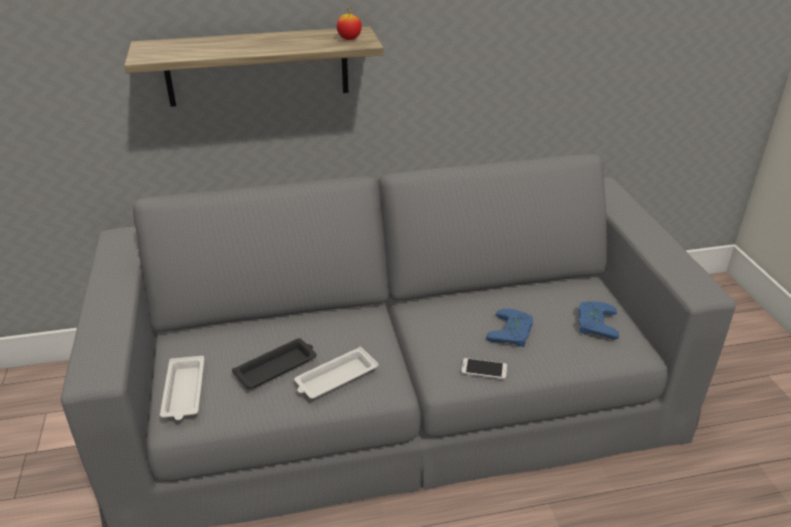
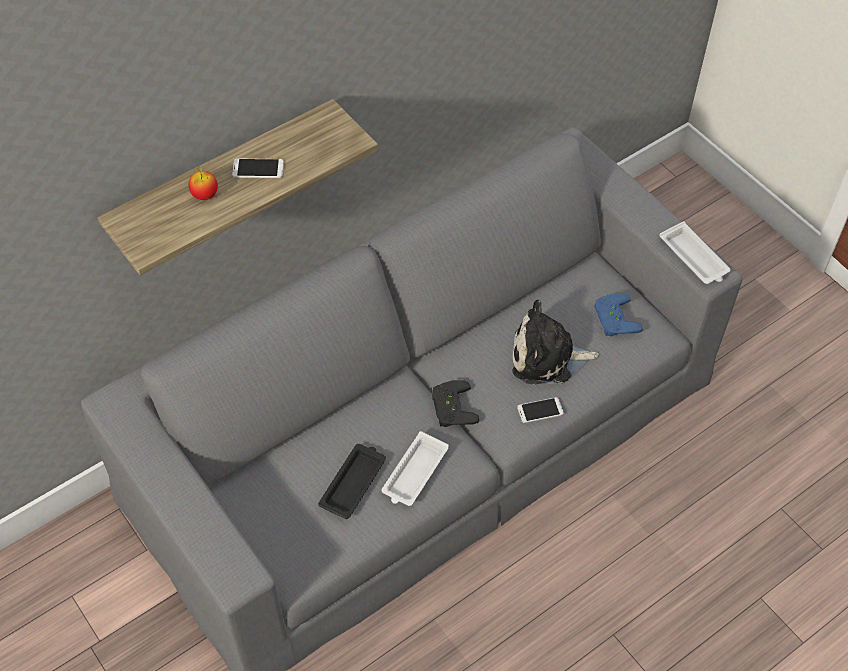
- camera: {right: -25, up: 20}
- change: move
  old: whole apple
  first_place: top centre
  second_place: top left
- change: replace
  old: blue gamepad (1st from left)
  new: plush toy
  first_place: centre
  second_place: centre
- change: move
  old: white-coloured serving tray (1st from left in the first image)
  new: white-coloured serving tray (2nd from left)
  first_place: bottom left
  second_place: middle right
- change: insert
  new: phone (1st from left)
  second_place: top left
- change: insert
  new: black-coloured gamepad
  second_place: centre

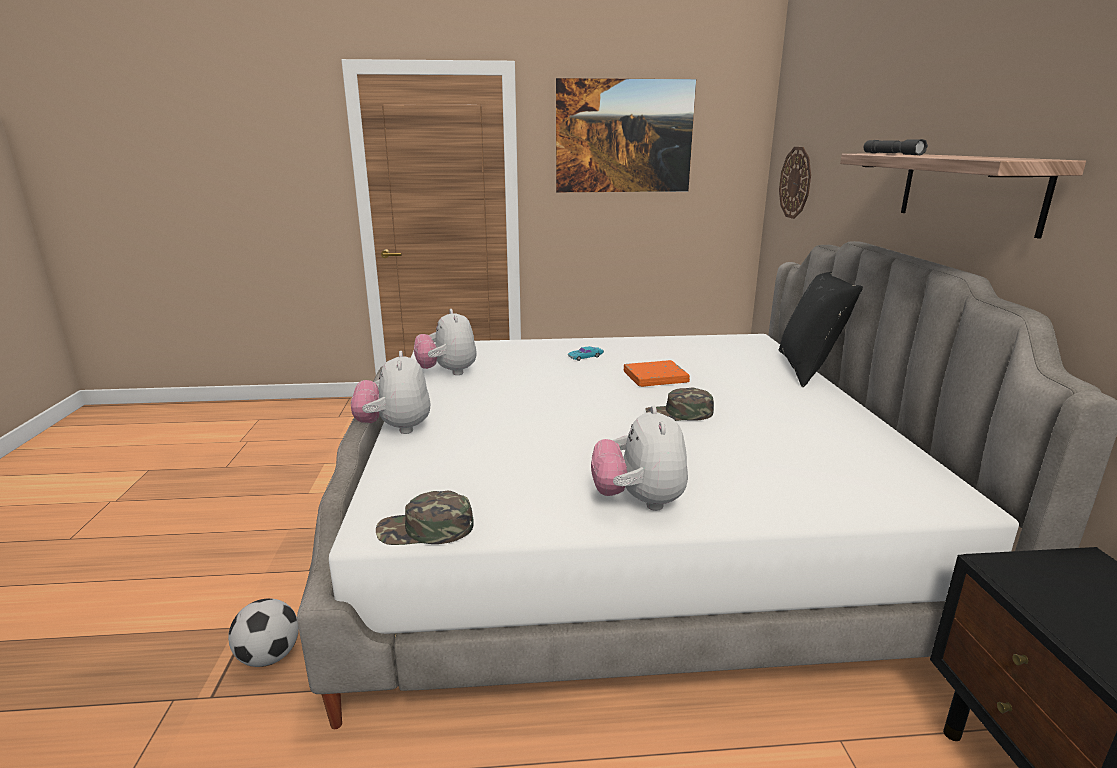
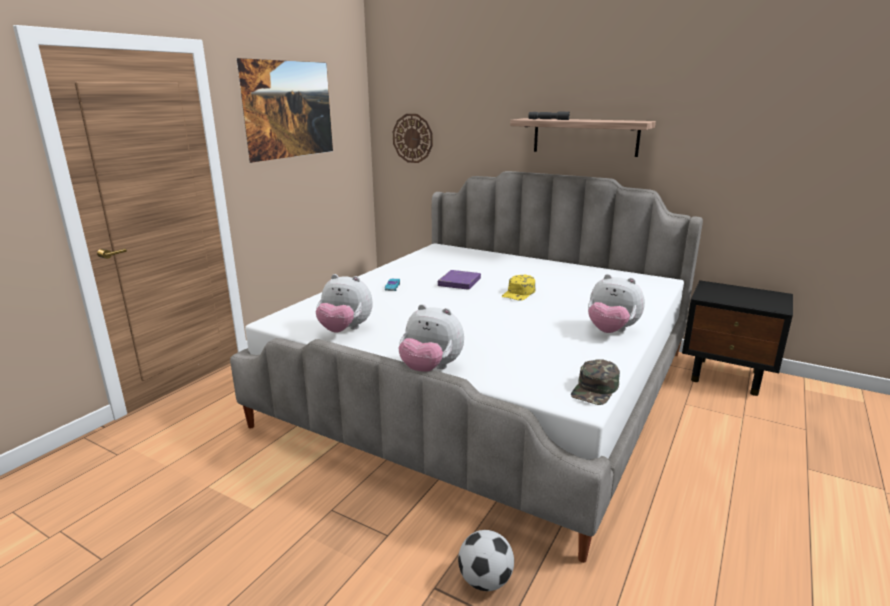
- camera: {right: -55, up: 0}
- change: delete
  old: black-coloured cushion
  first_place: middle right
- change: recolor
  old: orangey bound book
  new: purple bound book
  first_place: centre
  second_place: centre
- change: recolor
  old: greenish cap (2nd from left)
  new: yellow-coloured cap
  first_place: centre
  second_place: centre

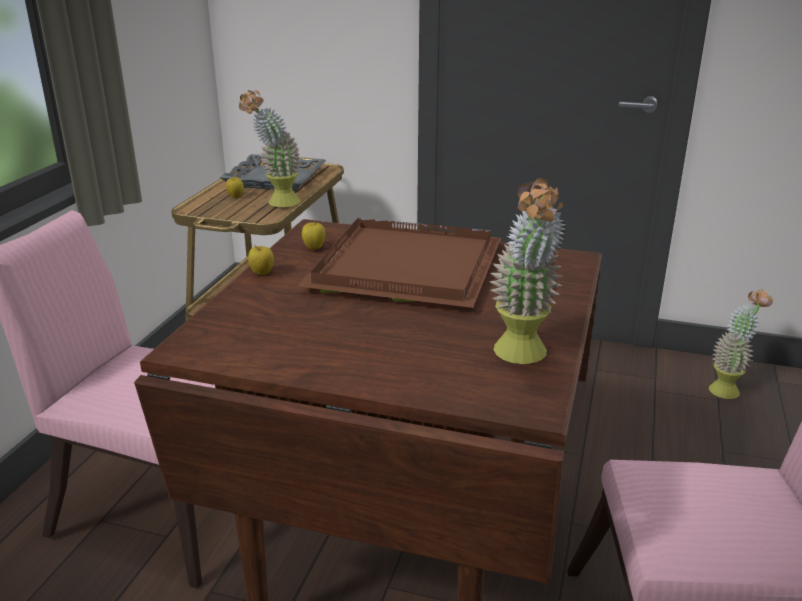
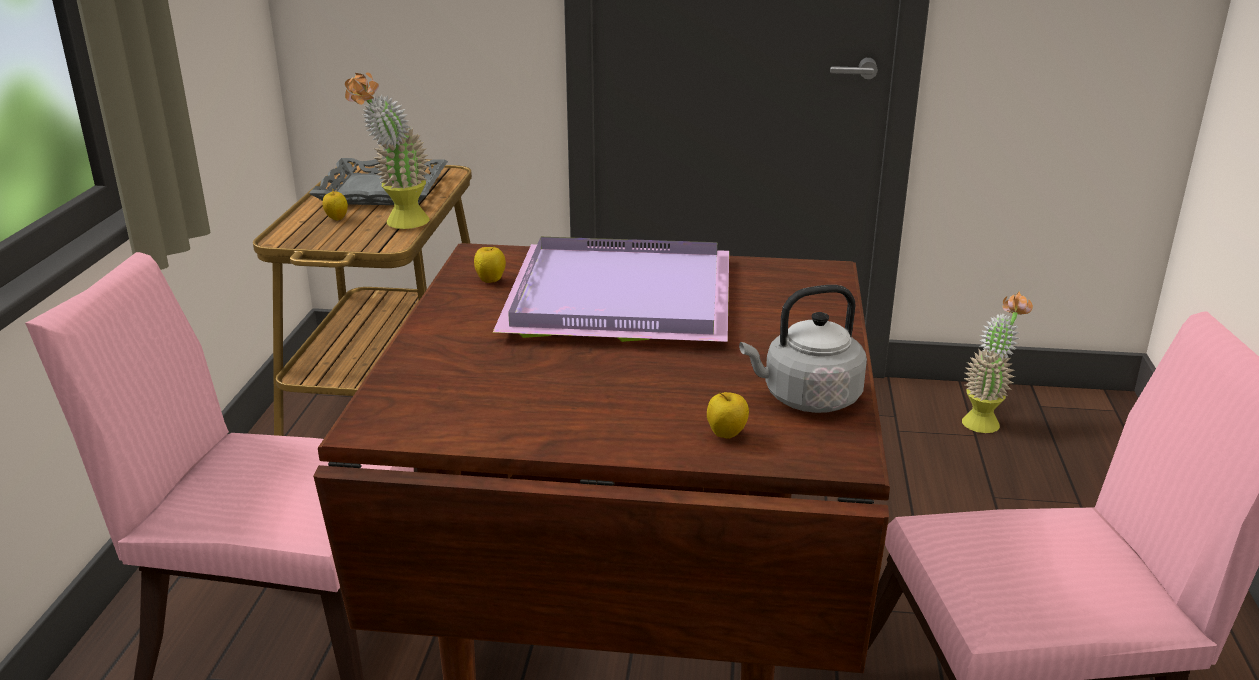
- camera: {right: -10, up: 0}
- change: replace
  old: houseplant (2nd from left)
  new: gray kettle
  first_place: centre
  second_place: centre
- change: recolor
  old: brown-coloured serving tray
  new: purple serving tray
  first_place: centre
  second_place: centre
- change: move
  old: whole apple (2nd from left in the first image)
  new: whole apple (3rd from left)
  first_place: middle left
  second_place: centre

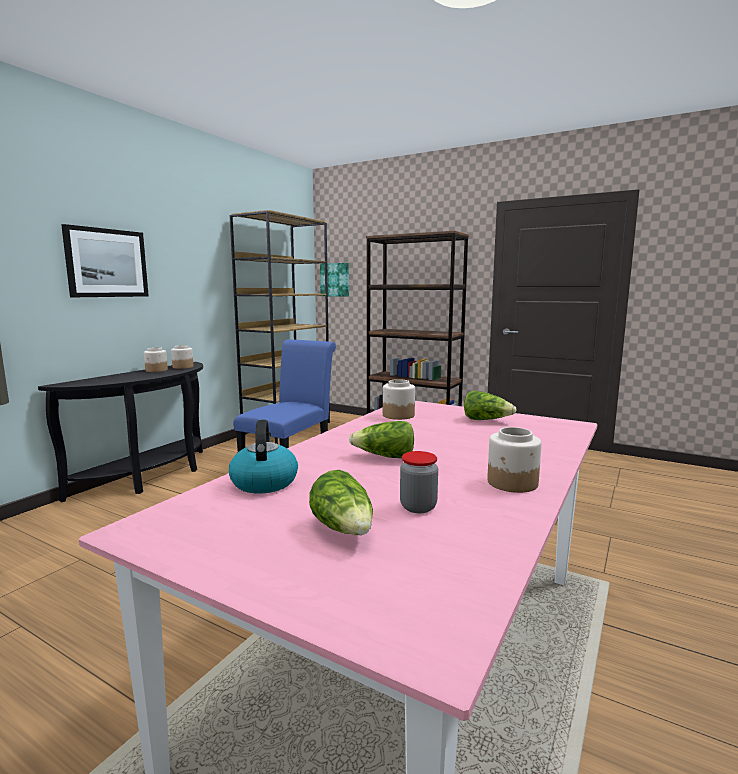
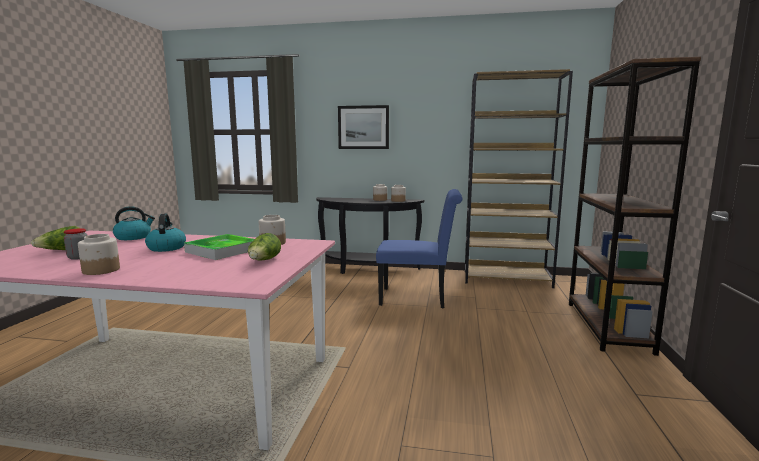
- camera: {right: 70, up: 0}
- change: delete
  old: wall picture (2nd from left)
  first_place: centre
- change: replace
  old: lettuce head (2nd from left)
  new: kettle (2nd from left)
  first_place: centre
  second_place: middle left
- change: insert
  new: serving tray
  second_place: middle left

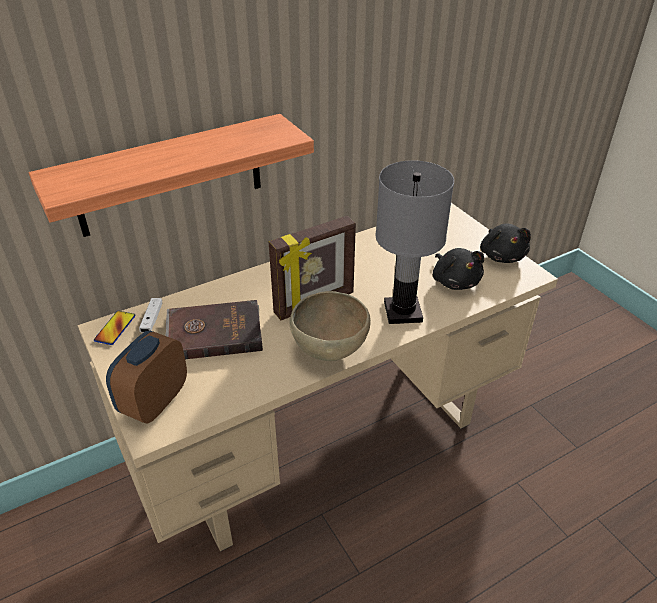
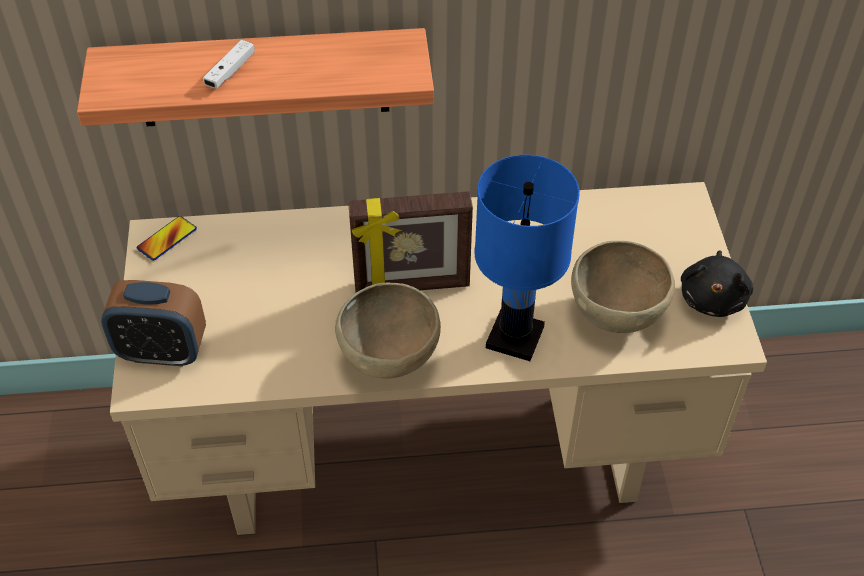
- camera: {right: 25, up: 10}
- change: recolor
  old: gray table lamp
  new: blue table lamp
  first_place: centre
  second_place: centre
- change: replace
  old: black-coloured plush toy (1st from left)
  new: brown-coloured serving bowl (2nd from left)
  first_place: middle right
  second_place: middle right
- change: move
  old: white-coloured gamepad
  first_place: middle left
  second_place: top left
- change: delete
  old: brown-coloured bound book
  first_place: middle left
- change: rotate
  old: alarm clock
  first_place: middle left
  second_place: middle left
  degrees: -135

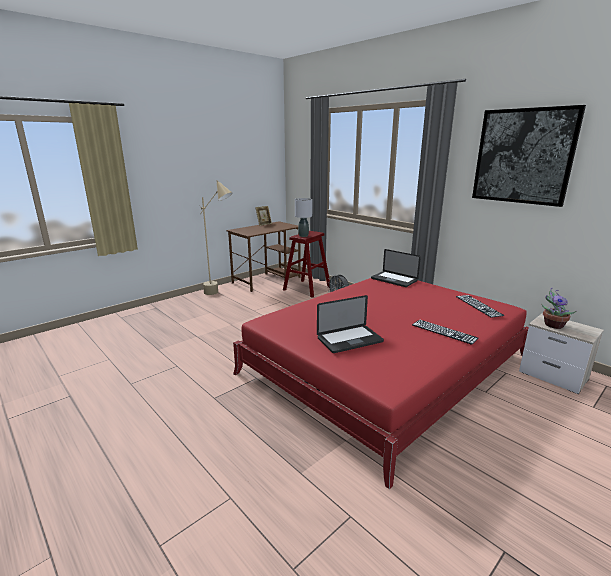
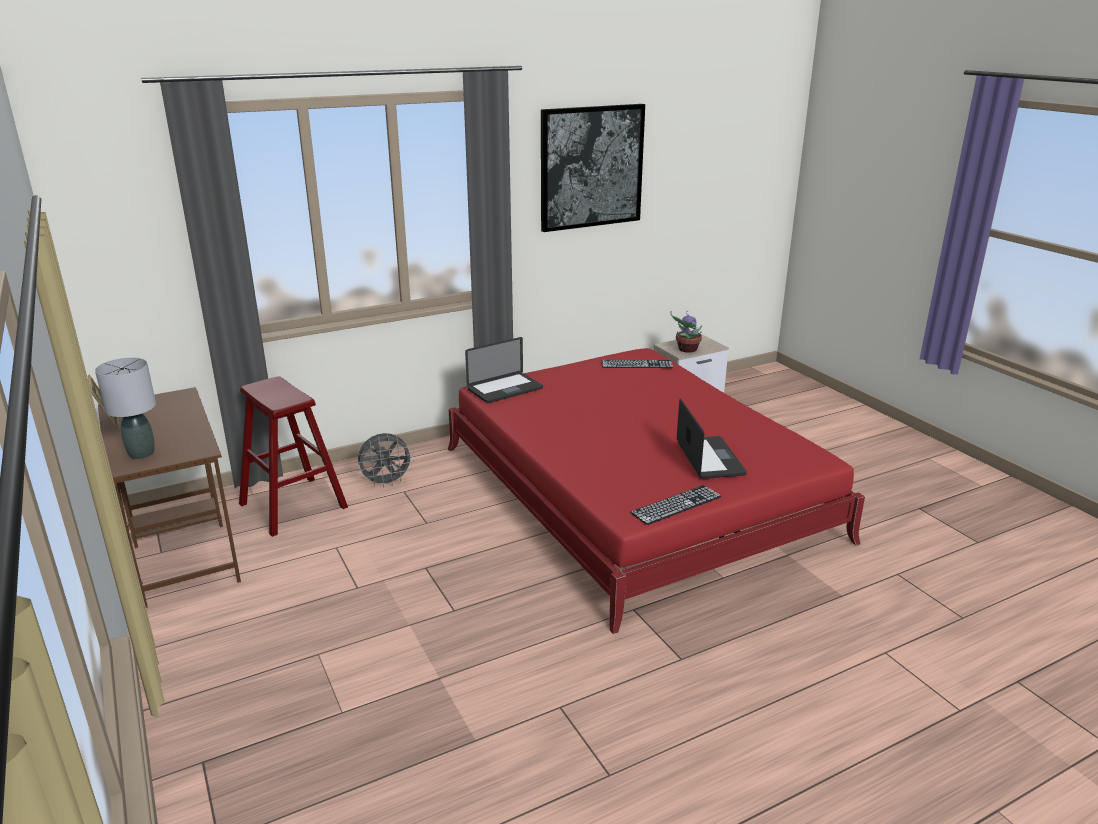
- camera: {right: -75, up: 5}
- change: delete
  old: sand-coloured standard lamp
  first_place: centre
- change: move
  old: gray table lamp
  first_place: centre
  second_place: middle left
- change: move
  old: keyboard (1st from left in the first image)
  new: keyboard (2nd from left)
  first_place: middle right
  second_place: centre

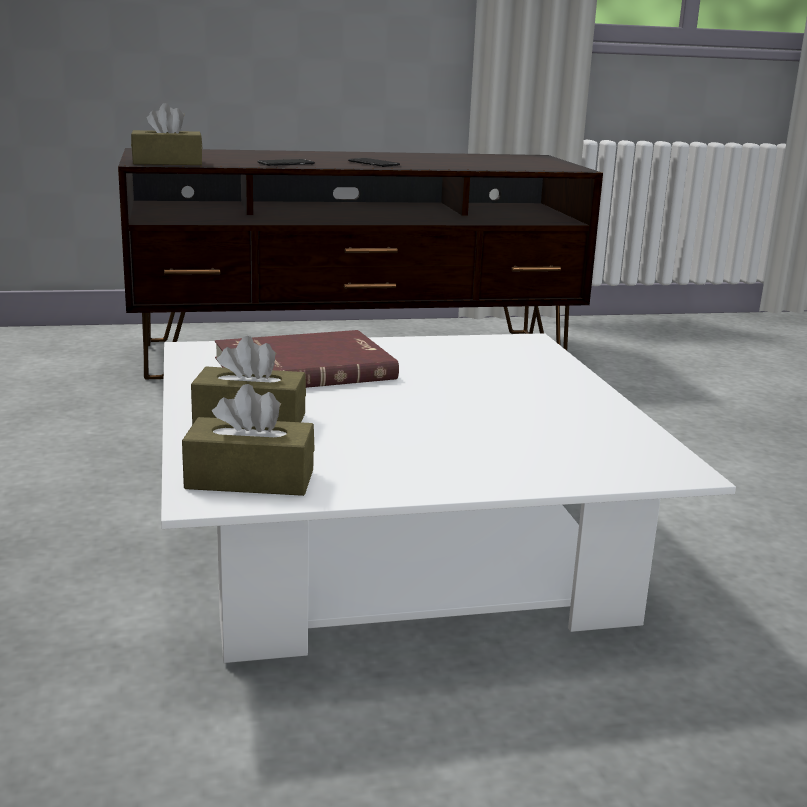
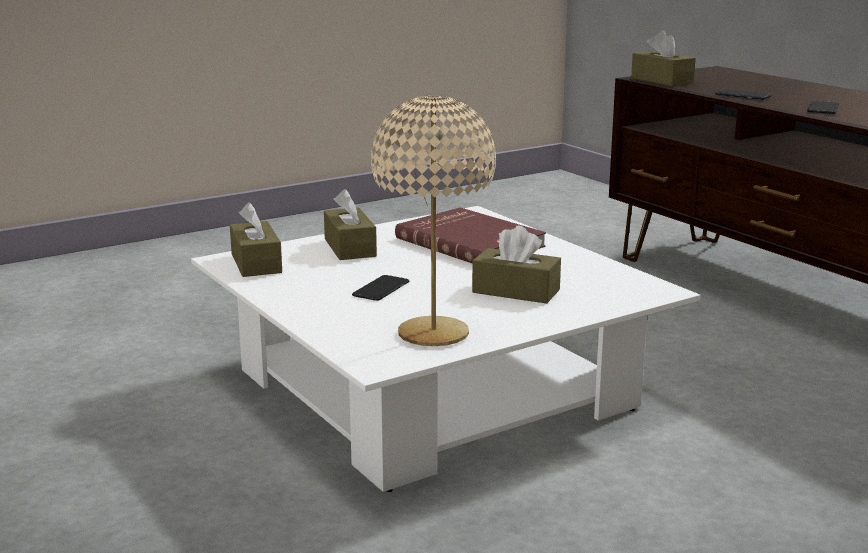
- camera: {right: 70, up: 0}
- change: insert
  new: sand-coloured table lamp
  second_place: centre
- change: insert
  new: brown-coloured tissue holder (3rd from left)
  second_place: centre
- change: insert
  new: phone (1st from left)
  second_place: centre

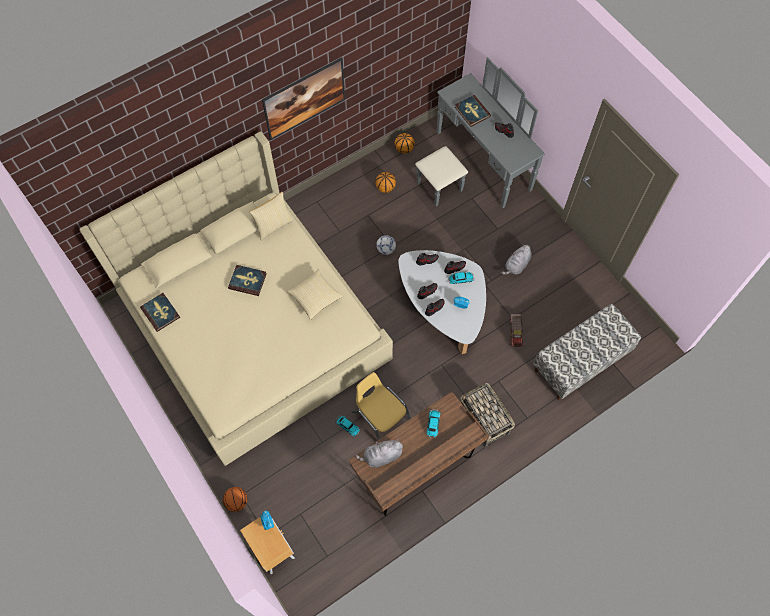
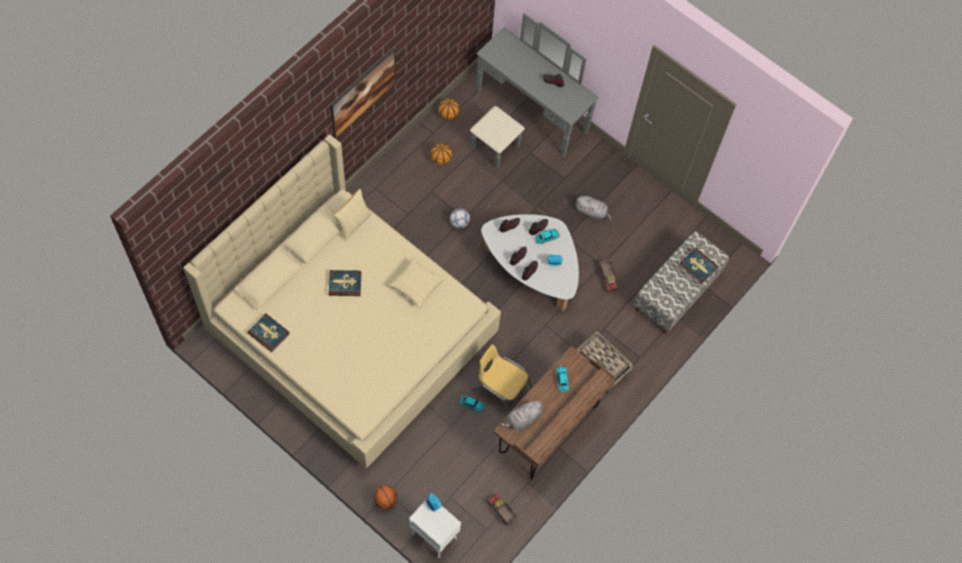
- camera: {right: -20, up: 0}
- change: move
  old: bound book (3rd from left)
  first_place: top centre
  second_place: middle right
- change: rotate
  old: gray plush toy (2nd from left)
  first_place: middle right
  second_place: centre
  degrees: -90
- change: recolor
  old: brown-coloured nightstand
  new: white-coloured nightstand
  first_place: bottom centre
  second_place: bottom centre
- change: insert
  new: model truck (1st from left)
  second_place: bottom centre

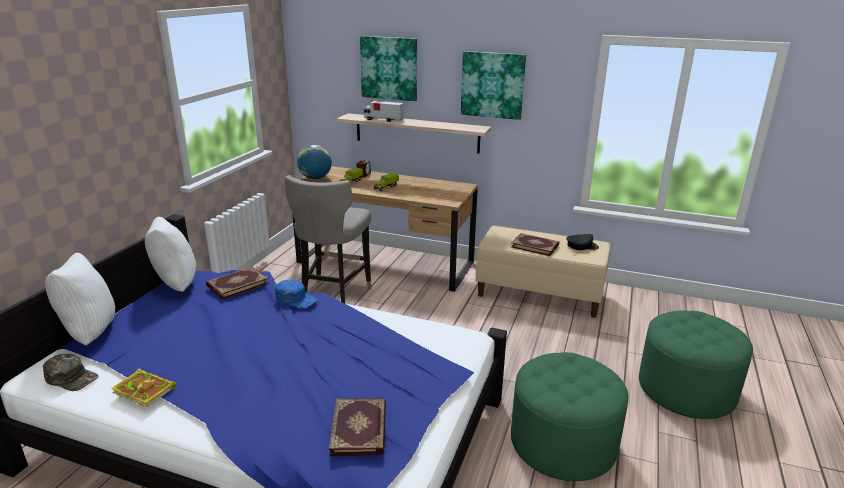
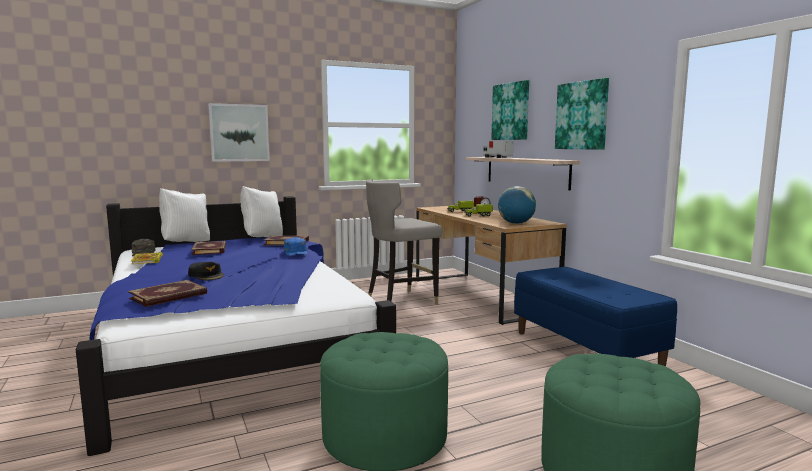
- camera: {right: 45, up: -15}
- change: move
  old: desk globe
  first_place: top centre
  second_place: centre
- change: recolor
  old: sand-coloured long seat
  new: blue long seat
  first_place: centre
  second_place: bottom right
- change: move
  old: bound book (4th from left in the first image)
  new: bound book (3rd from left)
  first_place: centre
  second_place: middle left
- change: move
  old: black-coloured cap
  first_place: middle right
  second_place: middle left
- change: insert
  new: wall picture (1st from left)
  second_place: top left

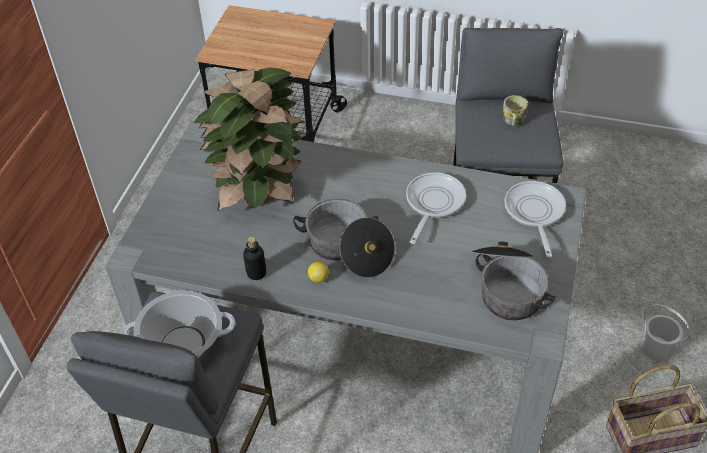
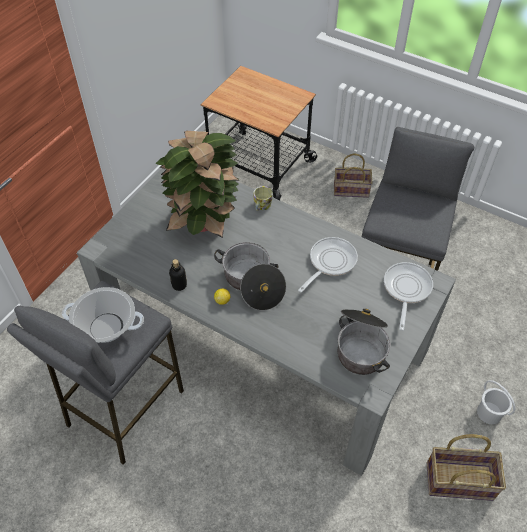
- camera: {right: 15, up: 5}
- change: move
  old: coffee mug
  first_place: top right
  second_place: centre
- change: insert
  new: storage basket (1st from left)
  second_place: top right

